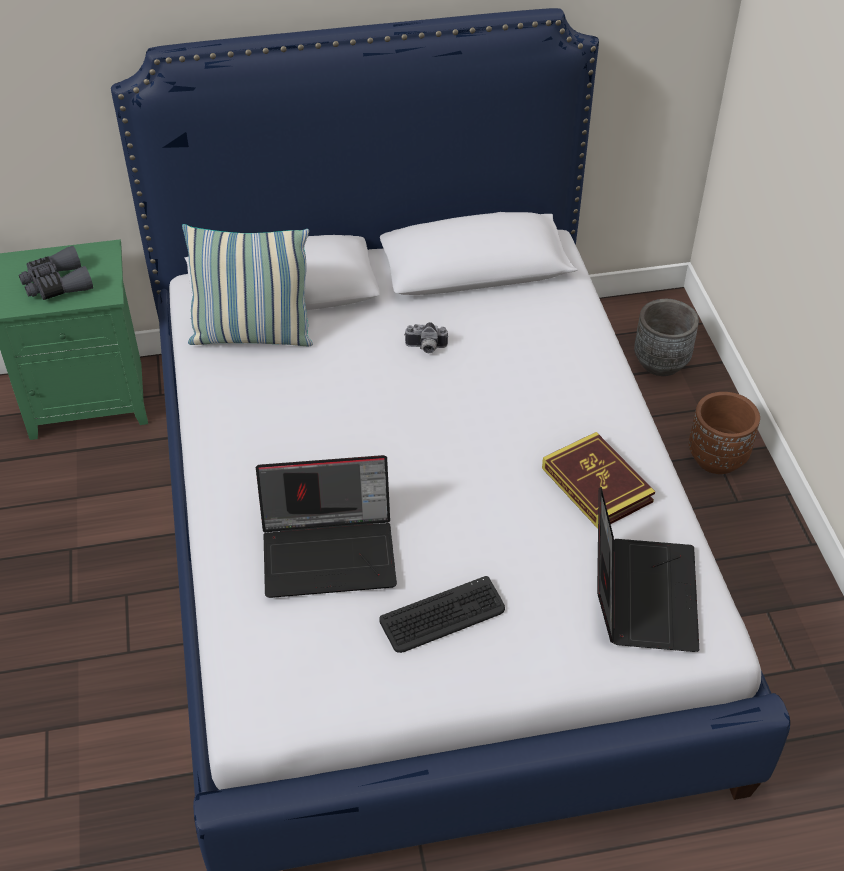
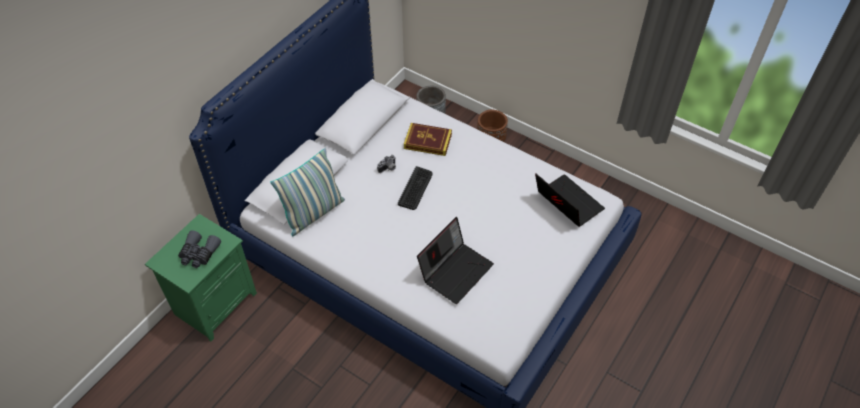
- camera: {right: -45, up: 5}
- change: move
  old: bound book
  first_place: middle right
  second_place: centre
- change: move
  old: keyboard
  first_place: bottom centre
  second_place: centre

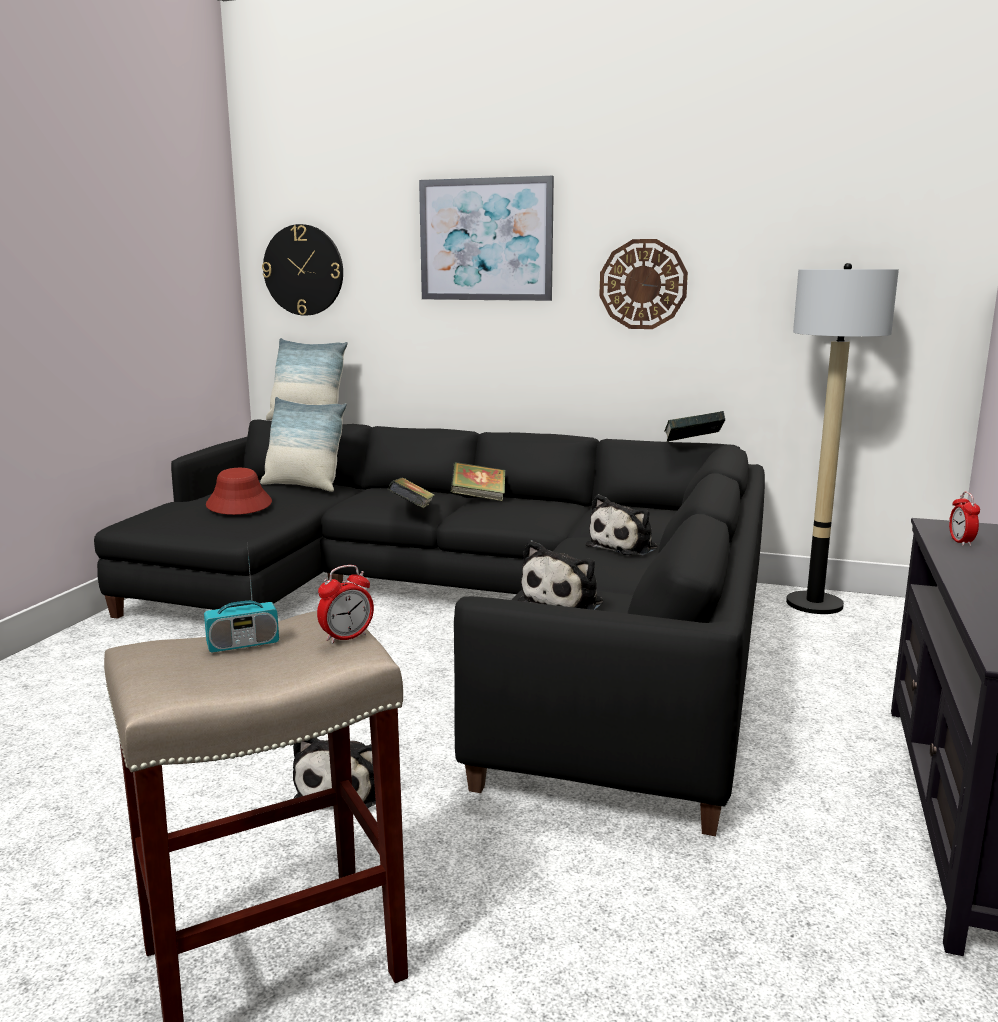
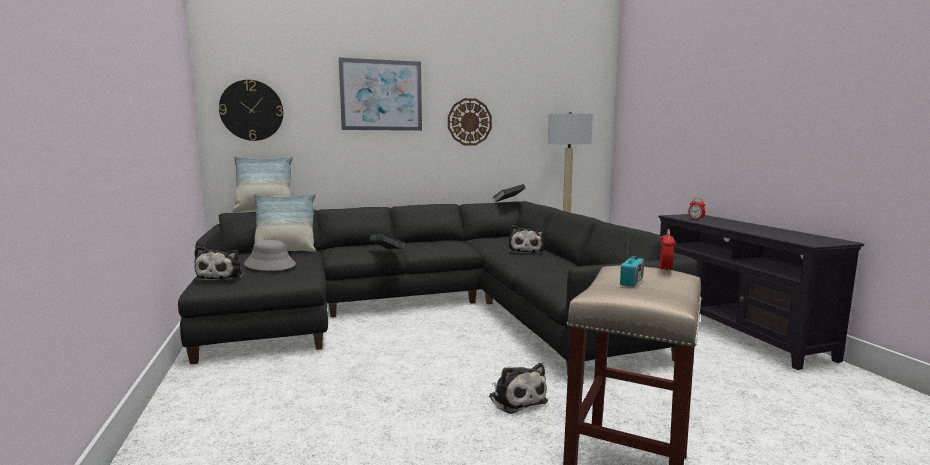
- camera: {right: -35, up: -5}
- change: delete
  old: bound book (2nd from left)
  first_place: centre
- change: recolor
  old: reddish hat
  new: gray hat
  first_place: middle left
  second_place: middle left
- change: move
  old: plush toy (2nd from left in the first image)
  new: plush toy (1st from left)
  first_place: centre
  second_place: middle left

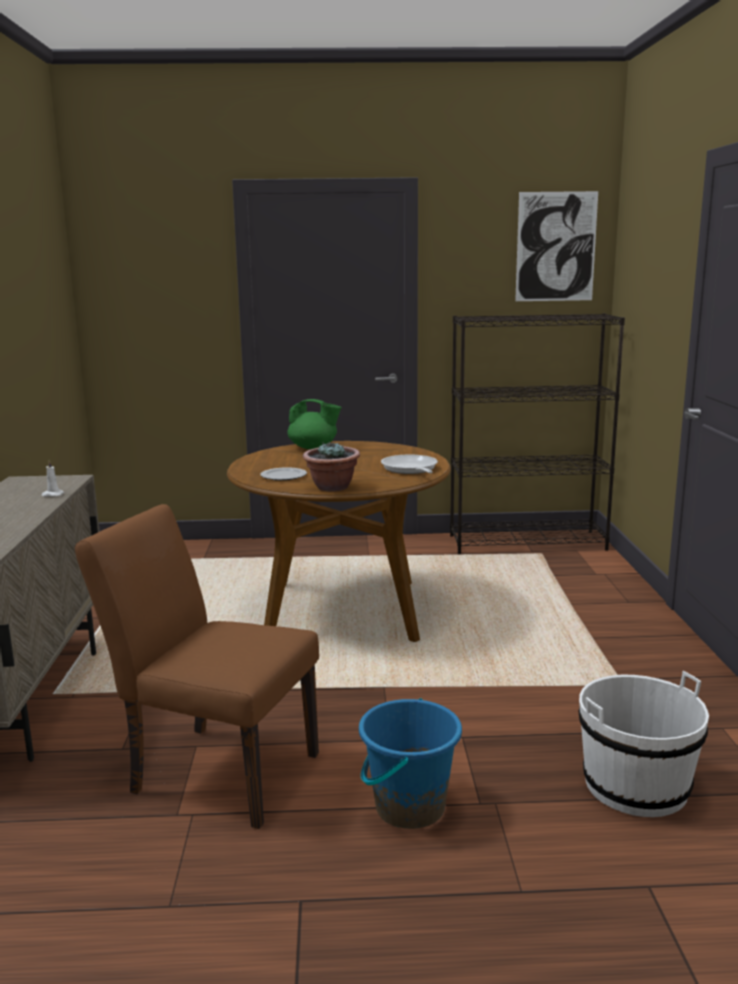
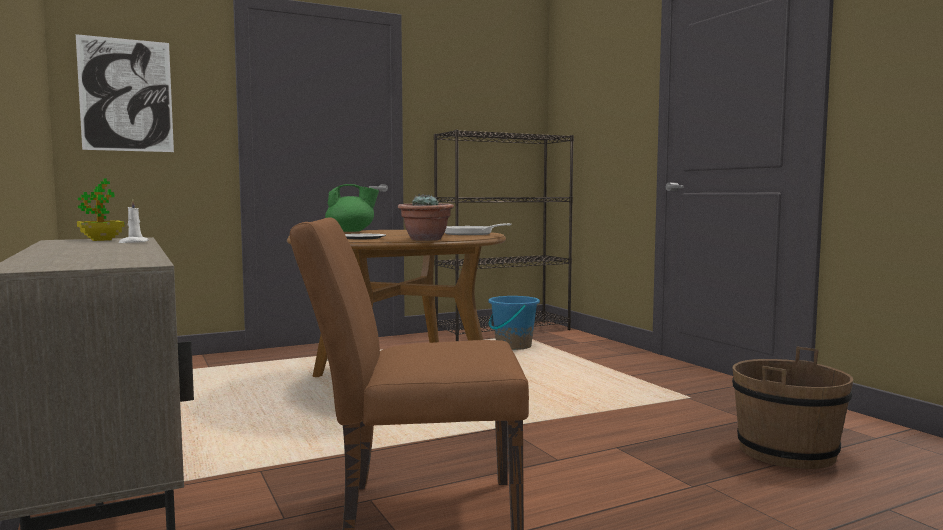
- camera: {right: -25, up: -10}
- change: move
  old: wall picture
  first_place: top right
  second_place: top left
- change: recolor
  old: white-coloured bucket
  new: brown-coloured bucket
  first_place: bottom right
  second_place: bottom right
- change: move
  old: blue bucket
  first_place: bottom centre
  second_place: centre
- change: insert
  new: houseplant (1st from left)
  second_place: middle left

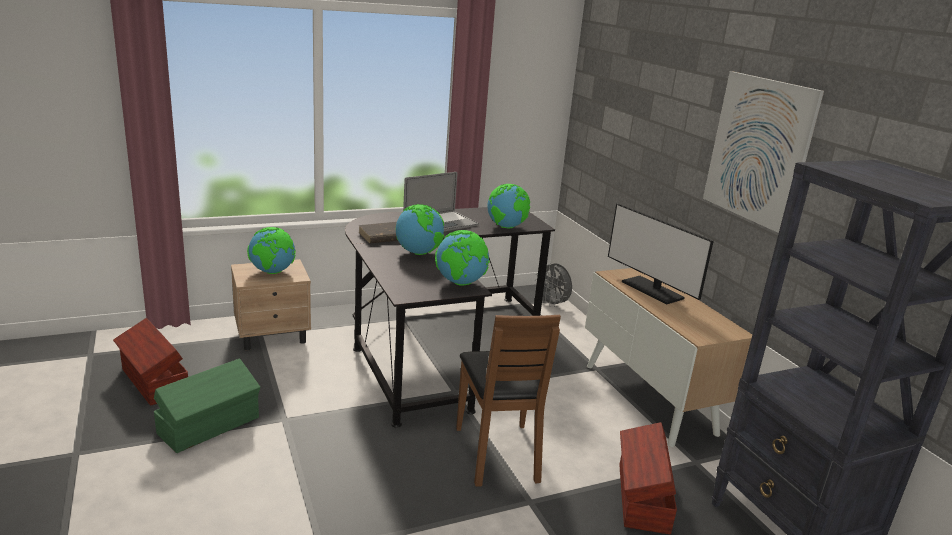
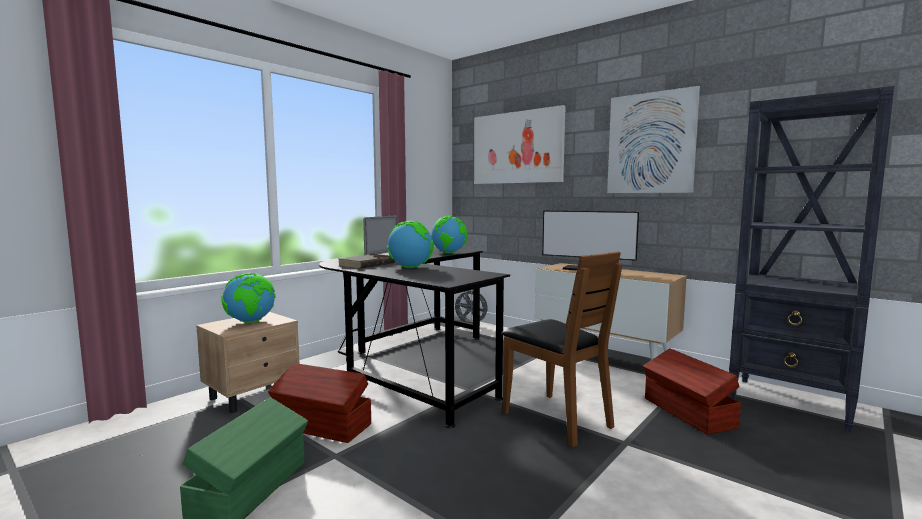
- camera: {right: -25, up: -15}
- change: delete
  old: desk globe (3rd from left)
  first_place: centre
- change: move
  old: brown-coloured storage container (1st from left)
  first_place: bottom left
  second_place: bottom centre
- change: insert
  new: wall picture (1st from left)
  second_place: top centre

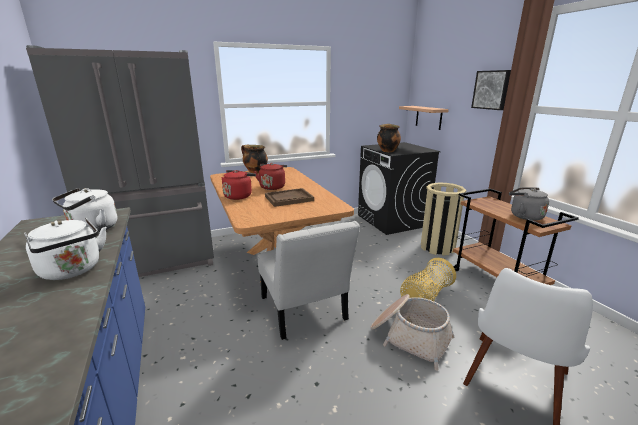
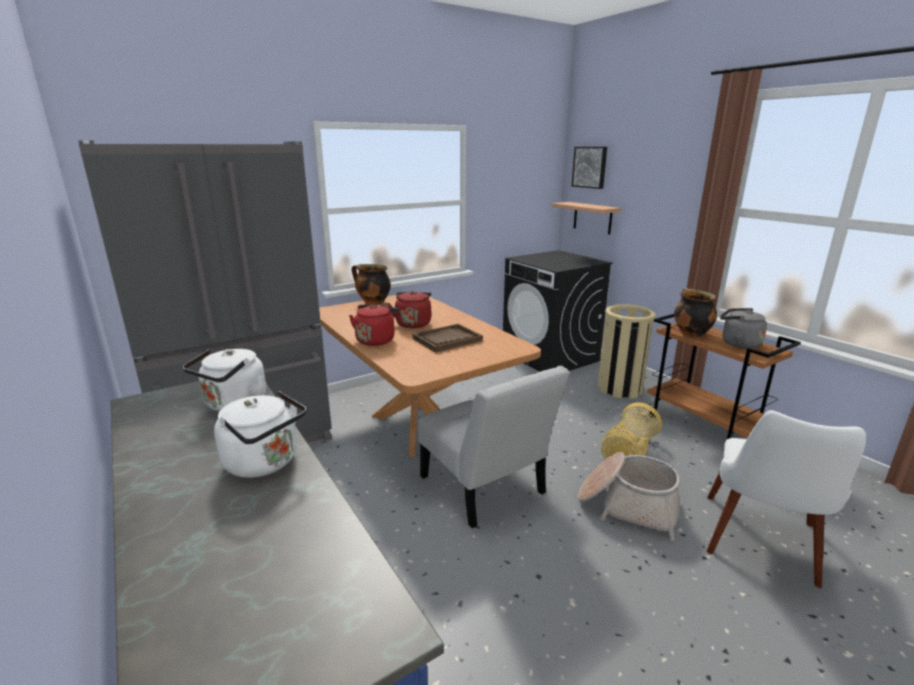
- camera: {right: -10, up: 0}
- change: move
  old: wall picture
  first_place: top right
  second_place: top centre
- change: move
  old: stockpot (2nd from left)
  first_place: top centre
  second_place: middle right

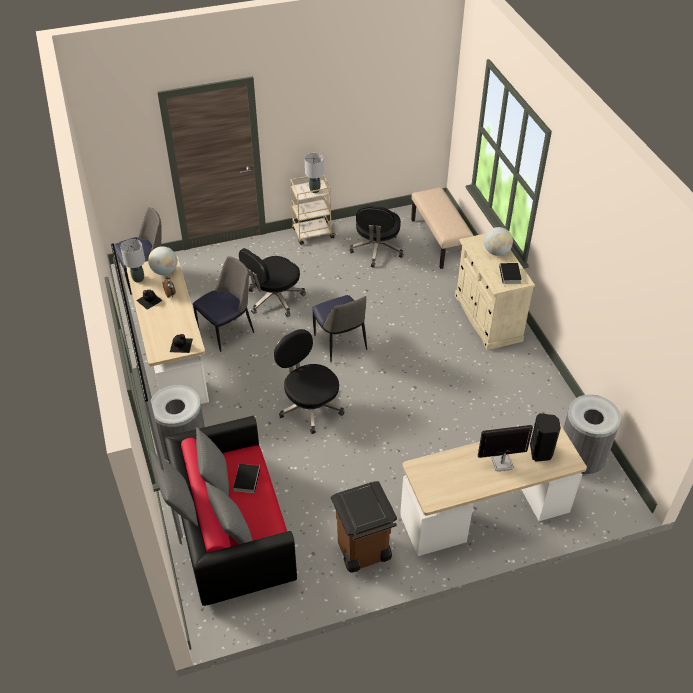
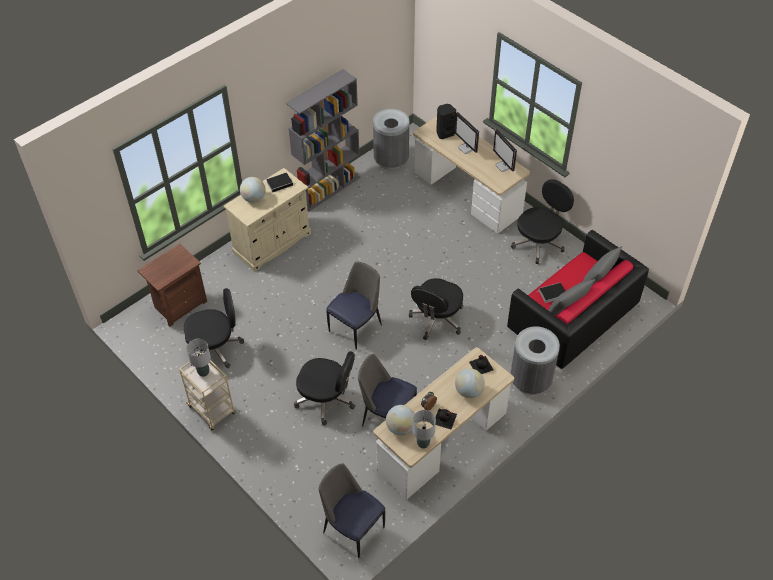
- camera: {right: -115, up: 5}
- change: replace
  old: sand-coloured long seat
  new: brown-coloured nightstand
  first_place: top centre
  second_place: middle left
- change: delete
  old: gray cushion (1st from left)
  first_place: bottom left
- change: replace
  old: brown-coloured waste bin
  new: black-coloured computer chair (4th from left)
  first_place: bottom centre
  second_place: middle right
- change: insert
  new: gray bookcase
  second_place: top centre
- change: insert
  new: computer screen (2nd from left)
  second_place: top centre
- change: insert
  new: desk globe (3rd from left)
  second_place: centre

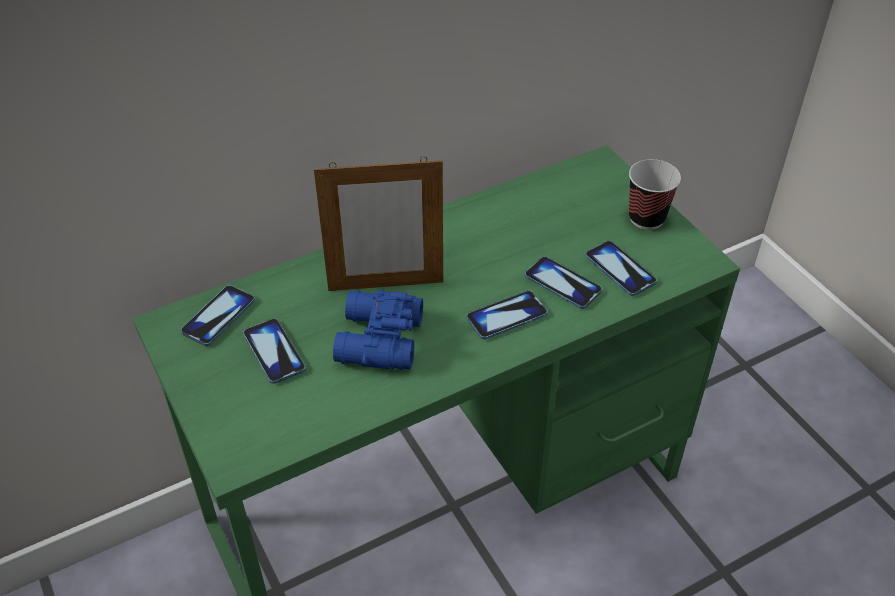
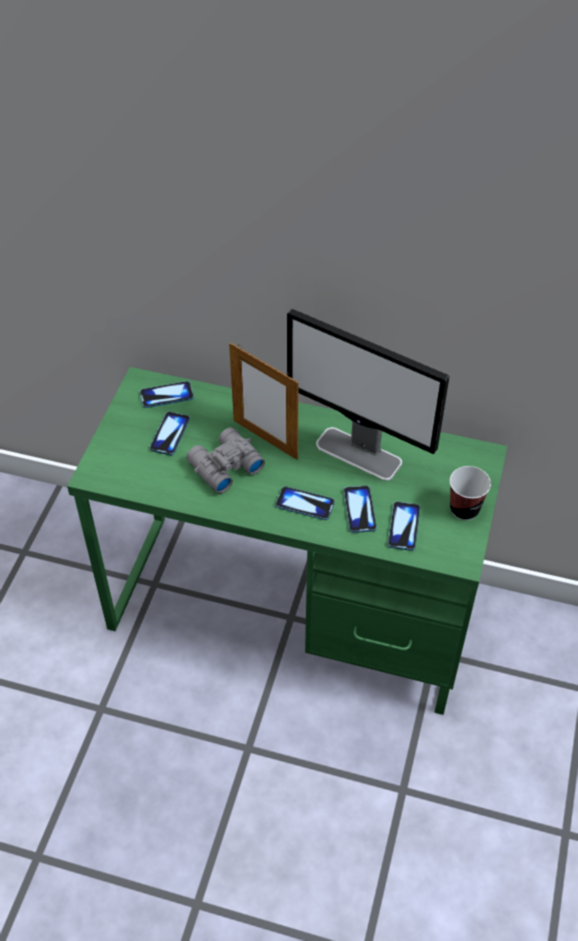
- camera: {right: 45, up: 5}
- change: recolor
  old: blue pair of binoculars
  new: gray pair of binoculars
  first_place: centre
  second_place: centre
- change: insert
  new: computer screen
  second_place: centre

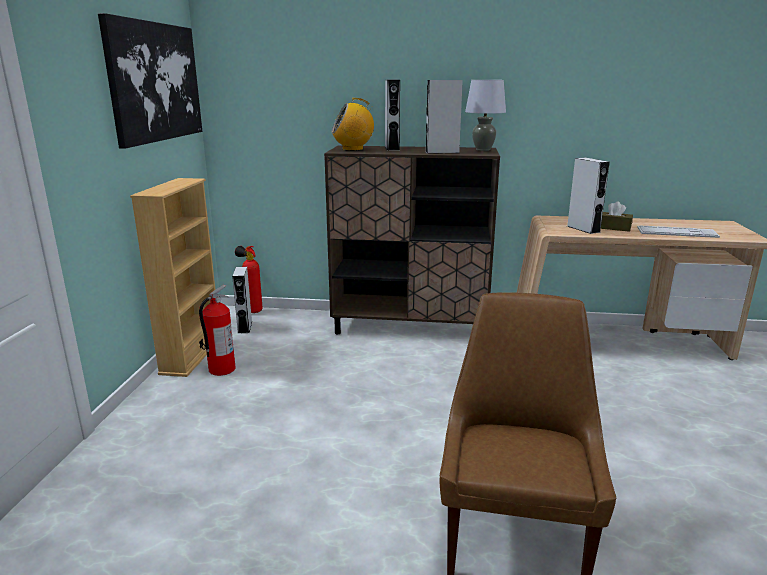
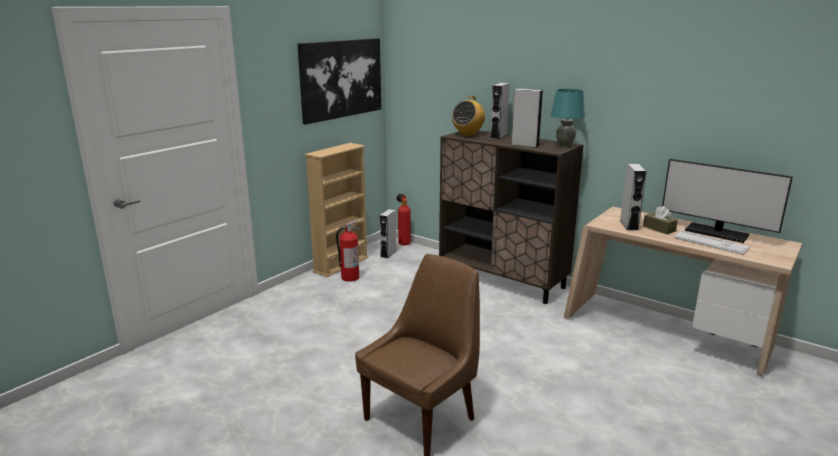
- camera: {right: 30, up: 0}
- change: recolor
  old: gray table lamp
  new: blue-green table lamp
  first_place: top centre
  second_place: top right
- change: rotate
  old: radio set
  first_place: top centre
  second_place: top centre
  degrees: -75
- change: insert
  new: computer screen
  second_place: middle right

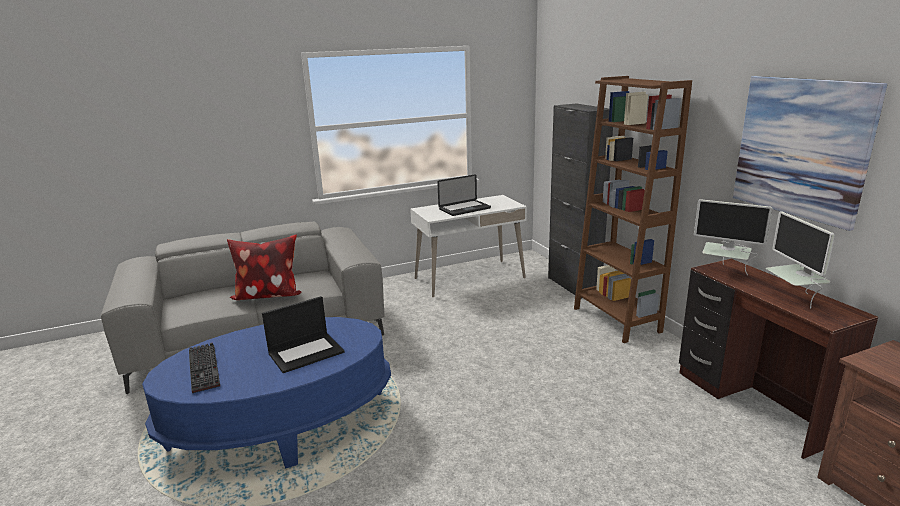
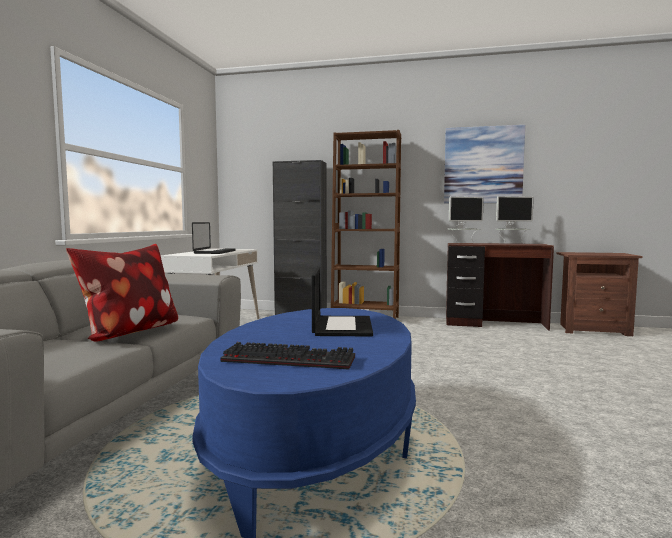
- camera: {right: -55, up: -15}
- change: rotate
  old: computer screen (2nd from left)
  first_place: middle right
  second_place: middle right
  degrees: -45

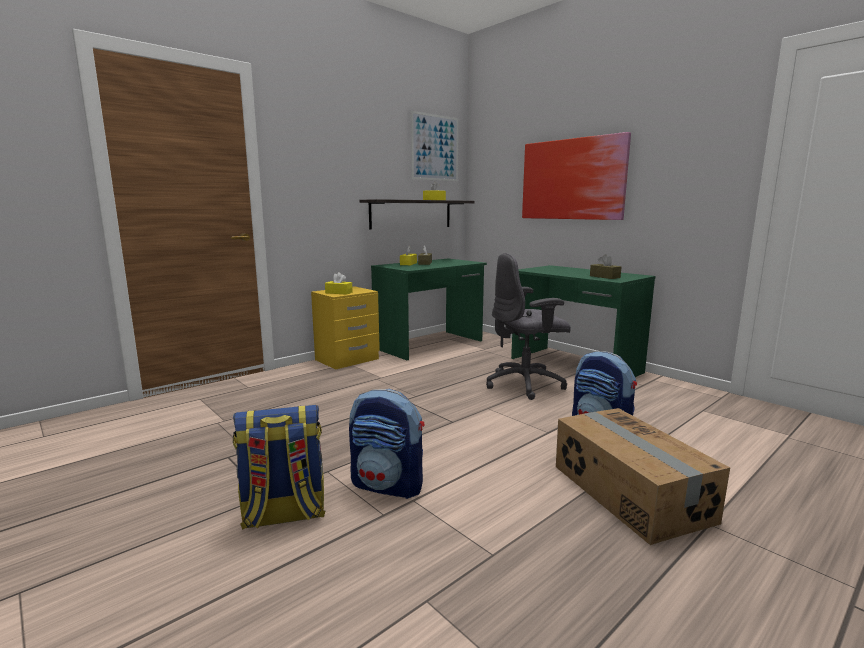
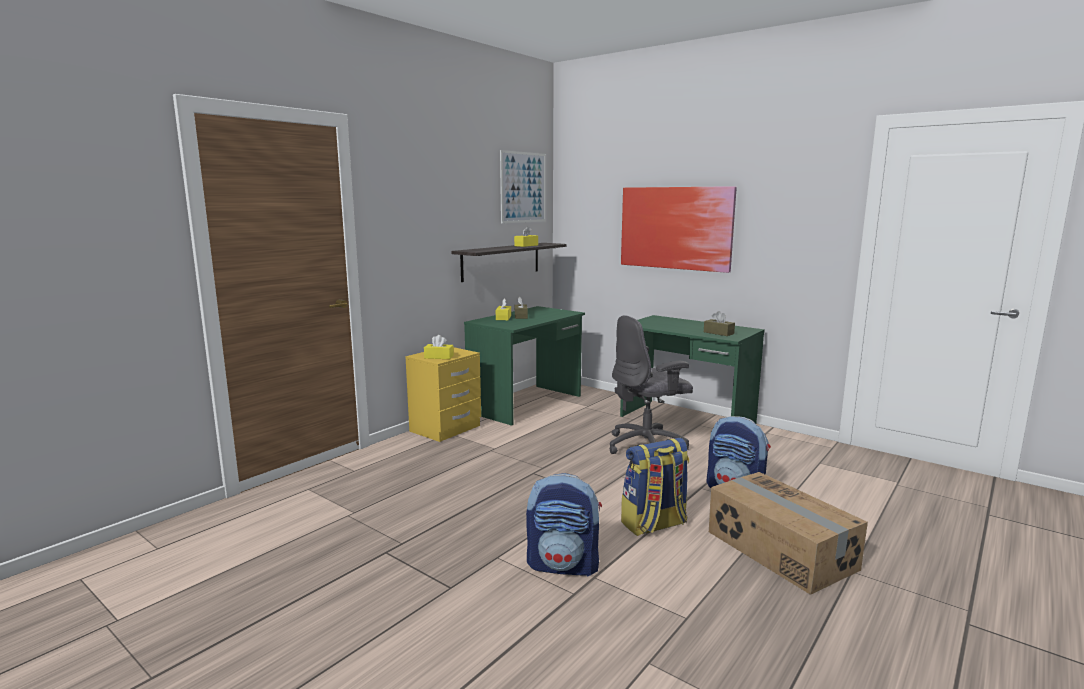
- camera: {right: -10, up: 0}
- change: move
  old: knapsack (1st from left in the first image)
  new: knapsack (2nd from left)
  first_place: bottom left
  second_place: bottom centre

